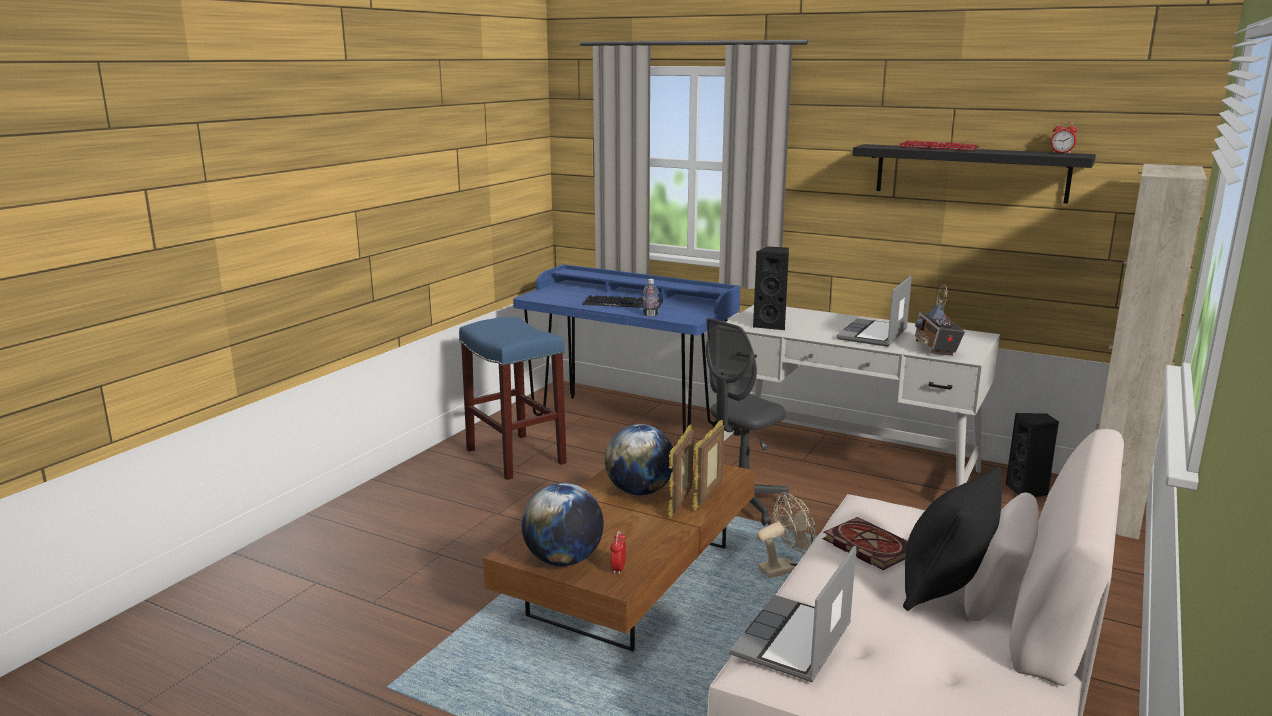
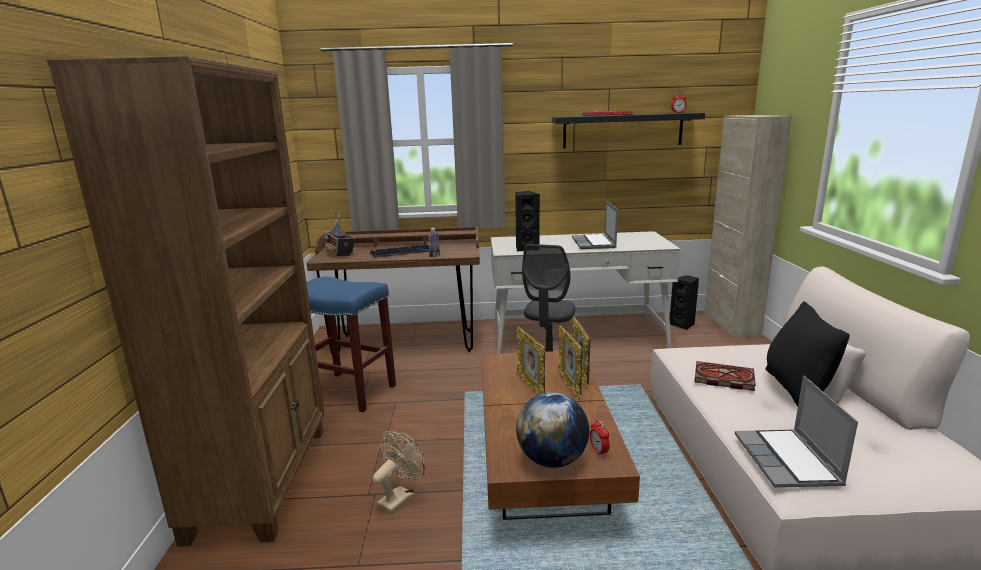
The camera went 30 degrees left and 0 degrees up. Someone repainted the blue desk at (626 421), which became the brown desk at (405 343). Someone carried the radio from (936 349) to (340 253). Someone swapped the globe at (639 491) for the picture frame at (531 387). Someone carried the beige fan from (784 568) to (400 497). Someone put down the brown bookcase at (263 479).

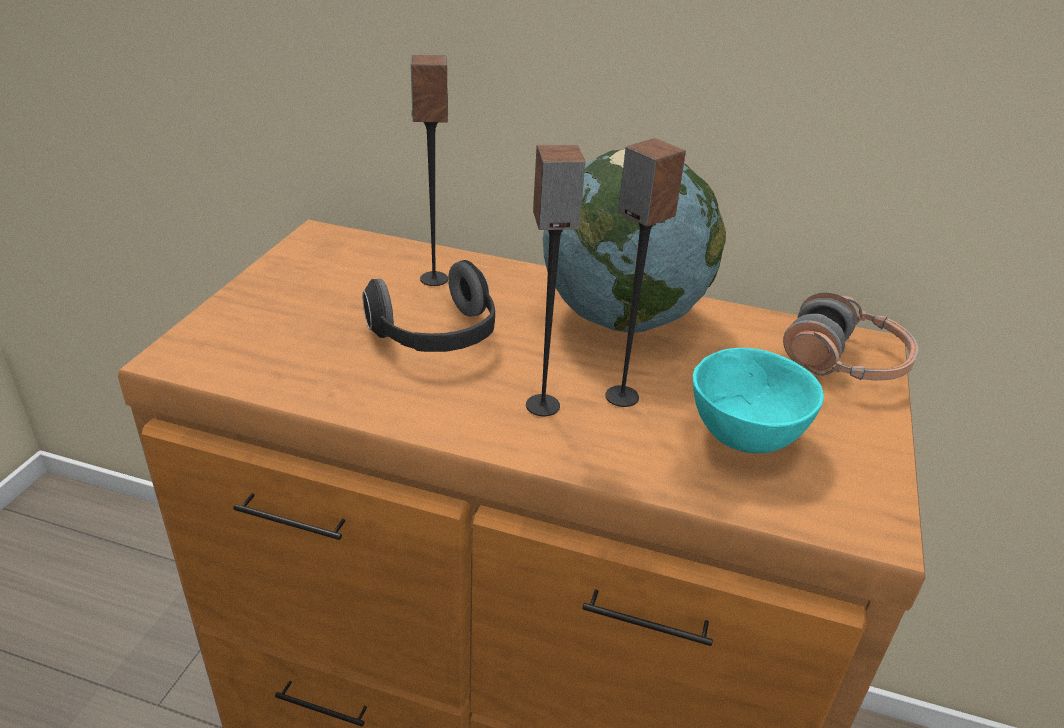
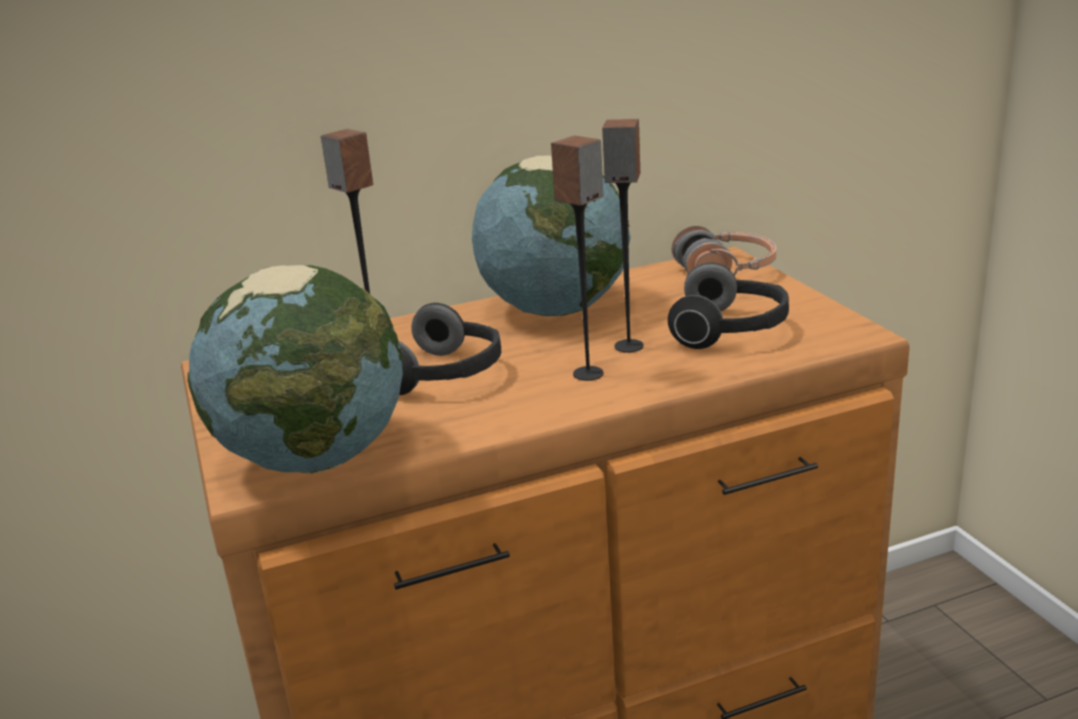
The camera went 35 degrees left and 10 degrees down. Someone swapped the turquoise bowl at (743 437) for the headphones at (731 331). Someone put down the globe at (315 458).

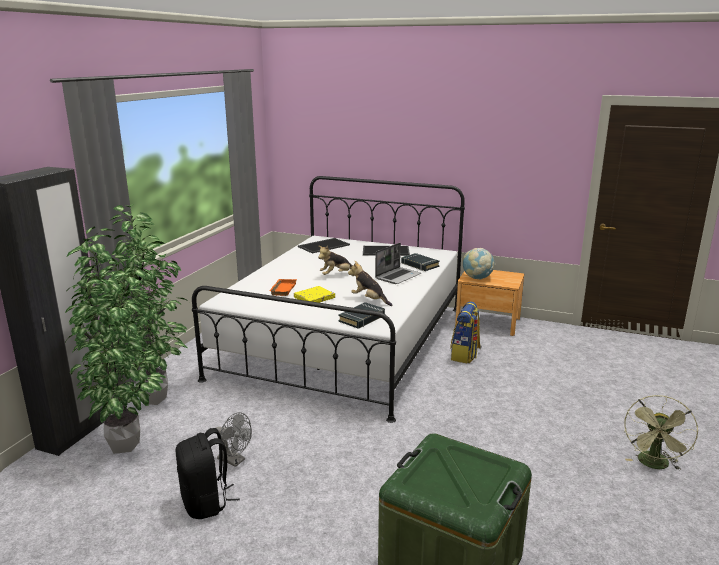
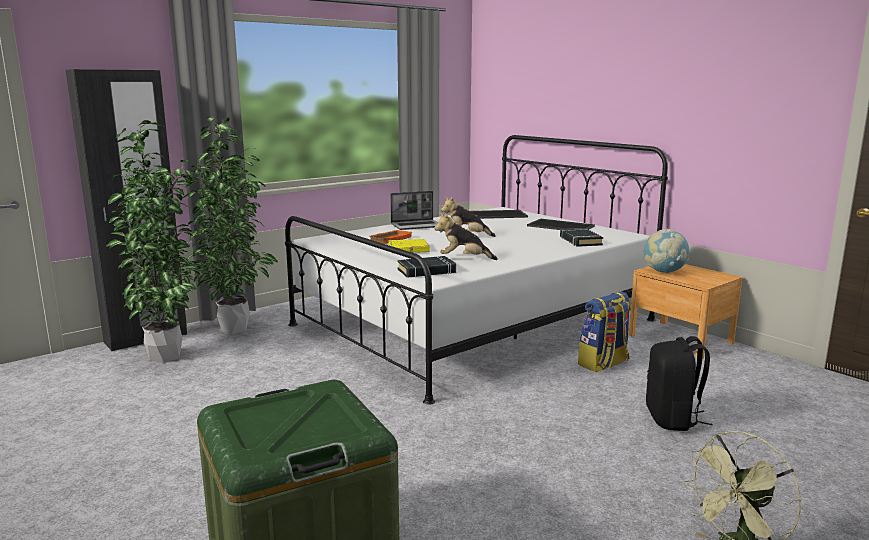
The camera went 30 degrees right and 5 degrees down. Someone carried the laptop from (398 276) to (417 226). Someone rotated the plush toy at (369 300) by 60 degrees counterclockwise. Someone took away the grey fan at (235 460). Someone carried the black backpack from (206 503) to (673 419).

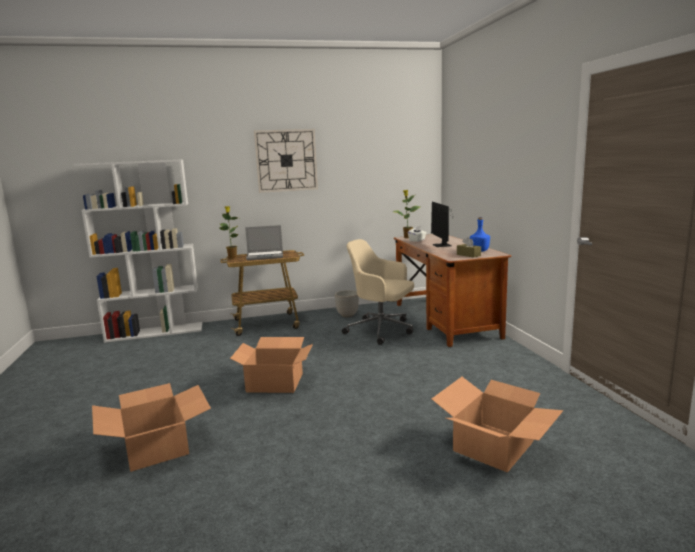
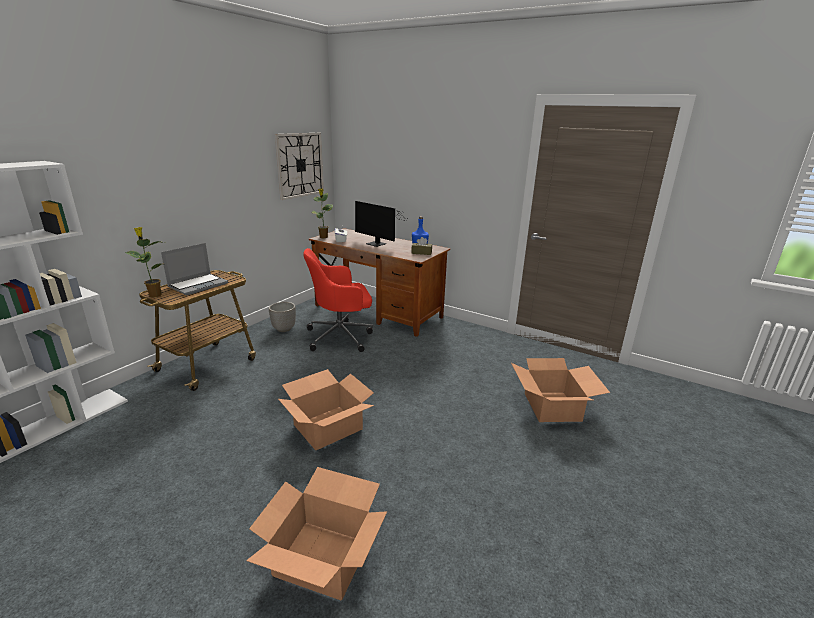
The camera went 45 degrees left and 10 degrees up. Someone carried the wall clock from (286 160) to (300 165). Someone repainted the beige office chair at (381 330), which became the red office chair at (341 336).

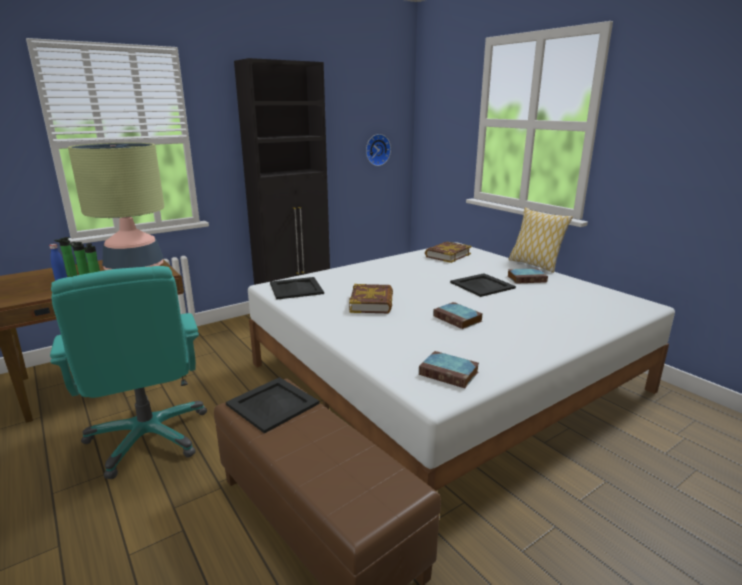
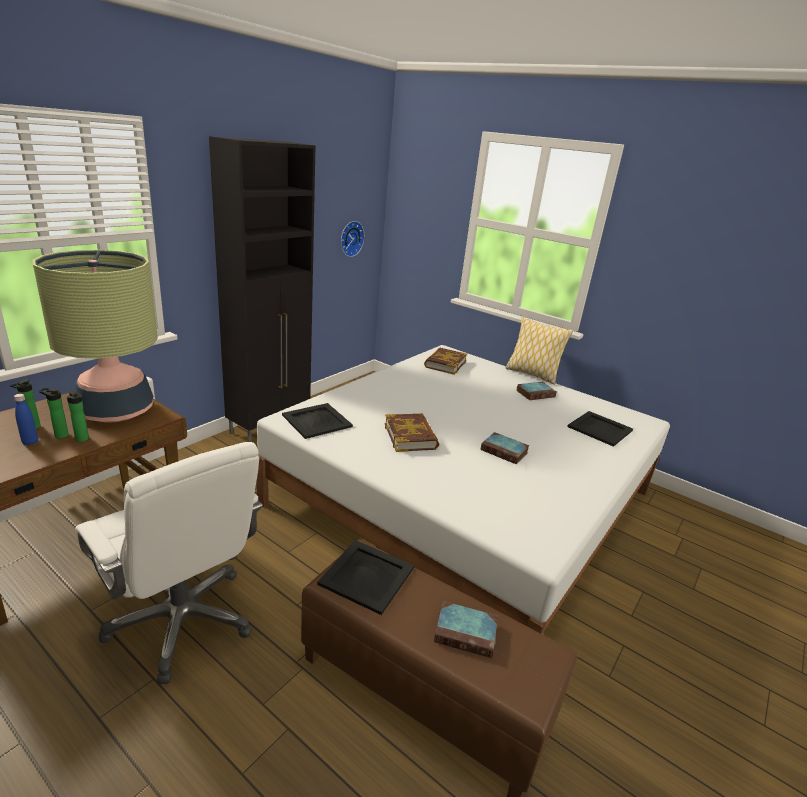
The camera went 20 degrees left and 5 degrees up. Someone repainted the turquoise office chair at (149 437), which became the white office chair at (183 620). Someone carried the black tray from (483 285) to (600 428). Someone carried the book from (450 373) to (467 633).

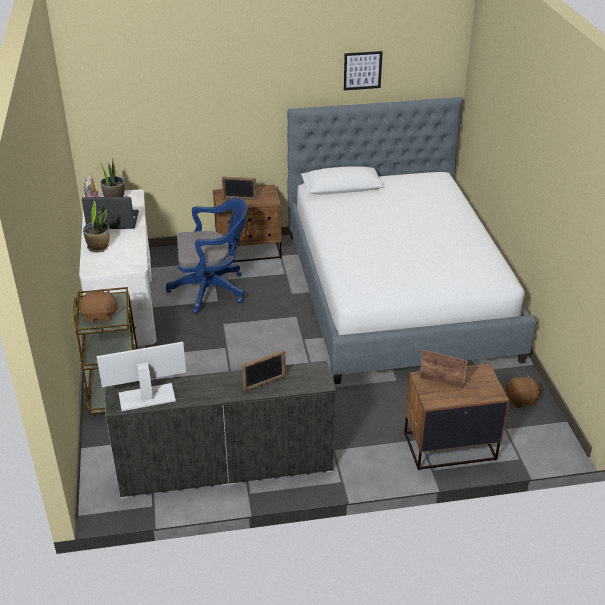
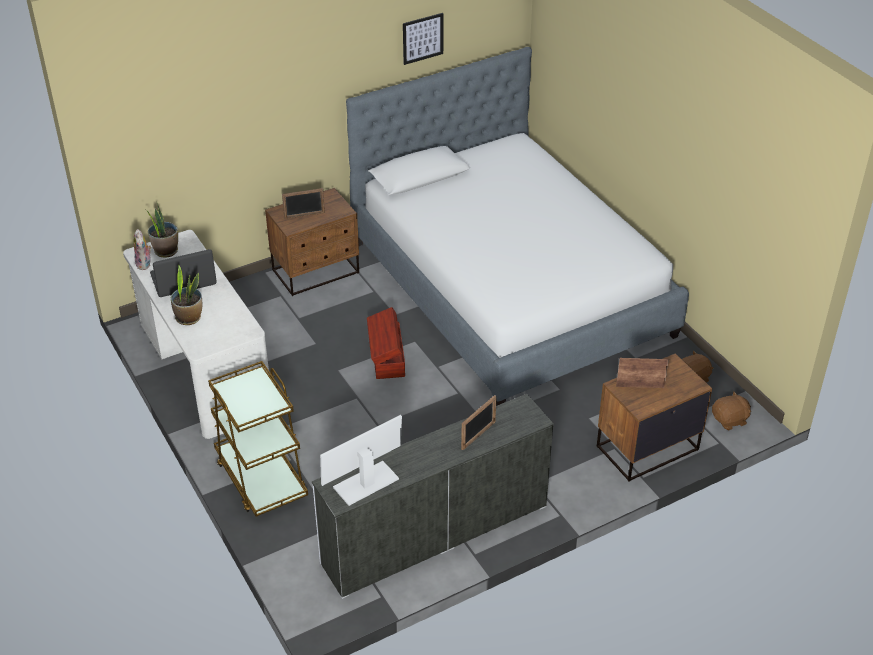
The camera went 20 degrees left and 5 degrees up. Someone took away the blue office chair at (212 290). Someone carried the brown plush toy from (100 316) to (730 420). Someone put down the brown storage box at (387 357).

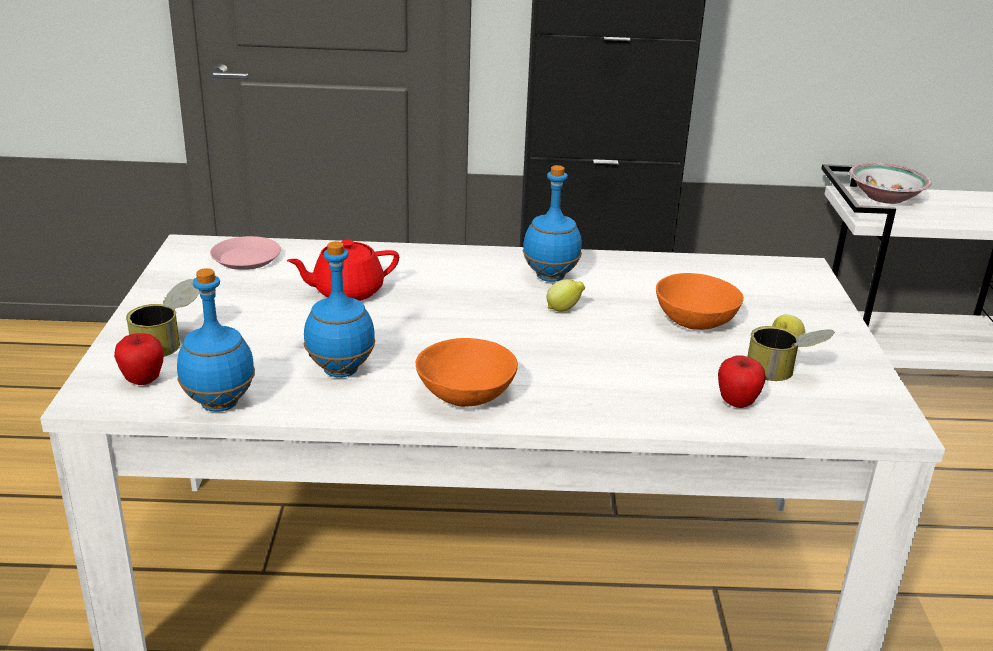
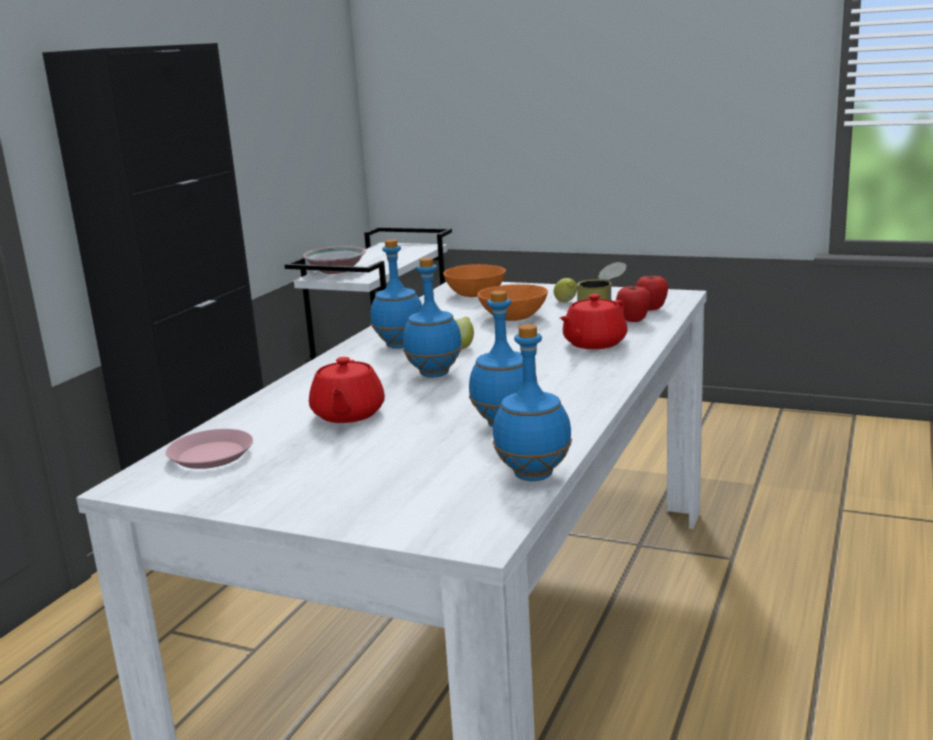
The camera went 65 degrees left and 10 degrees down. Someone took away the can at (169 342). Someone carried the apple from (143 381) to (651 309). Someone carried the orange bowl from (464 394) to (475 294). Someone put down the blue bottle at (435 374). Someone put down the red teapot at (593 343).

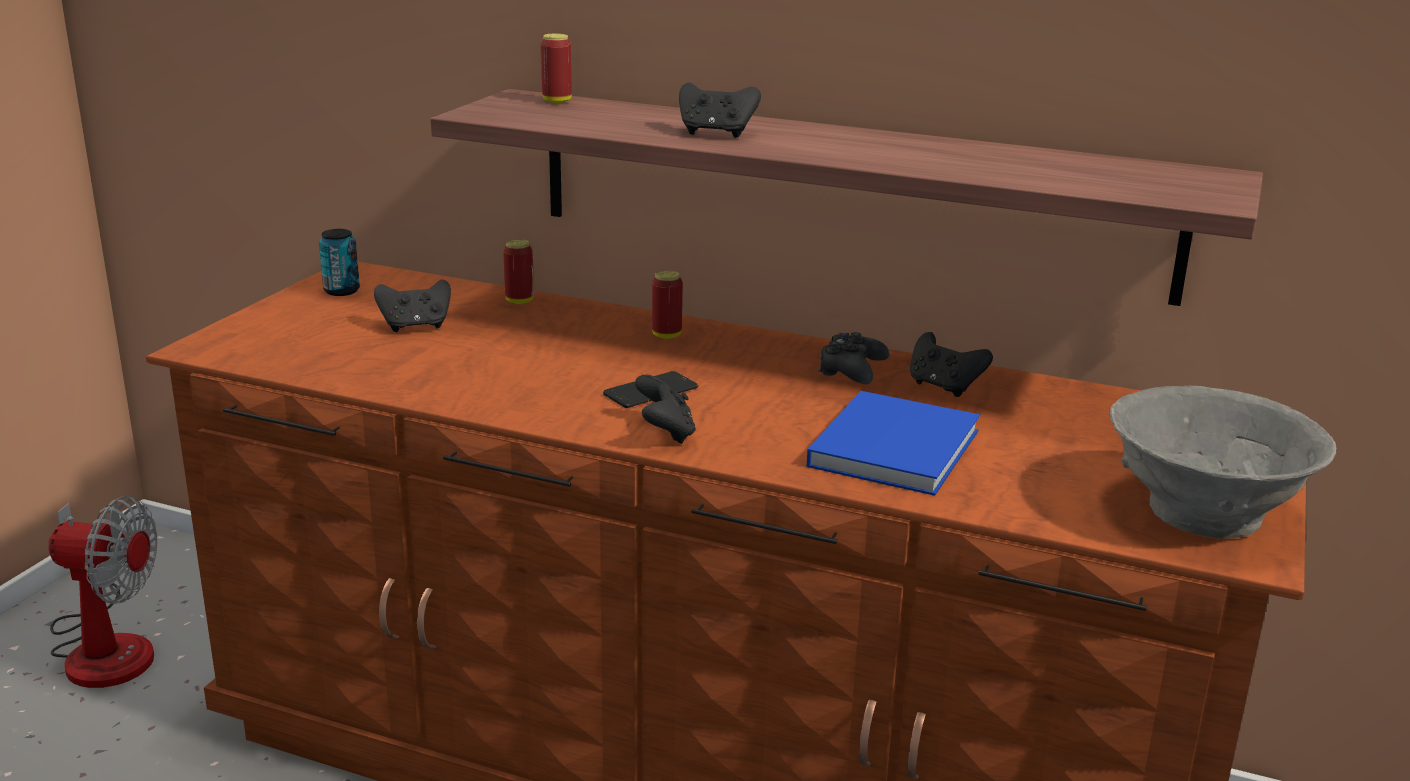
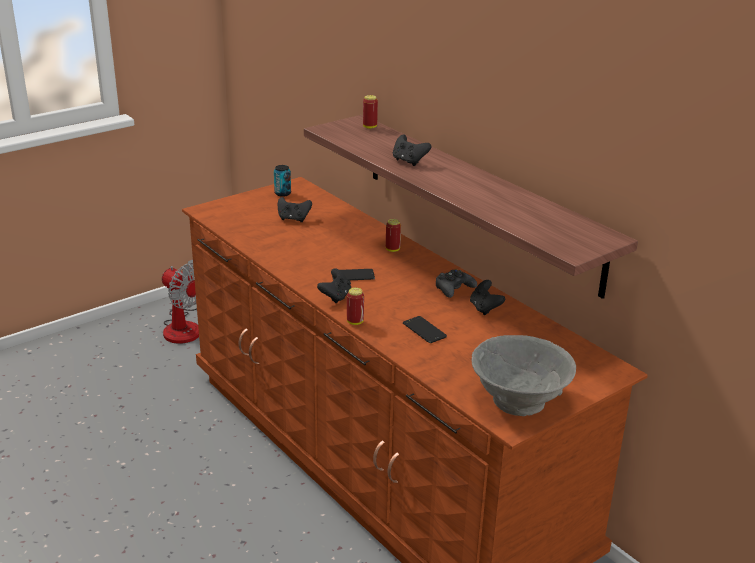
The camera went 30 degrees right and 5 degrees up. Someone carried the can from (519 301) to (355 322). Someone swapped the blue book at (896 446) for the phone at (424 330).

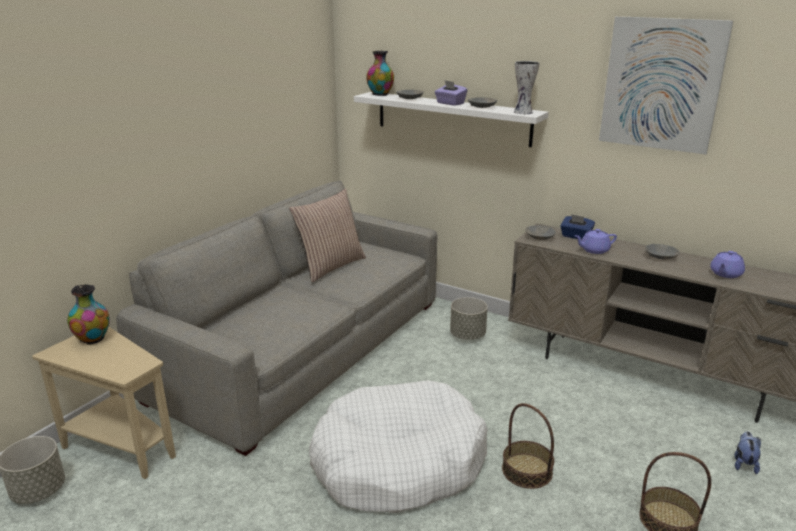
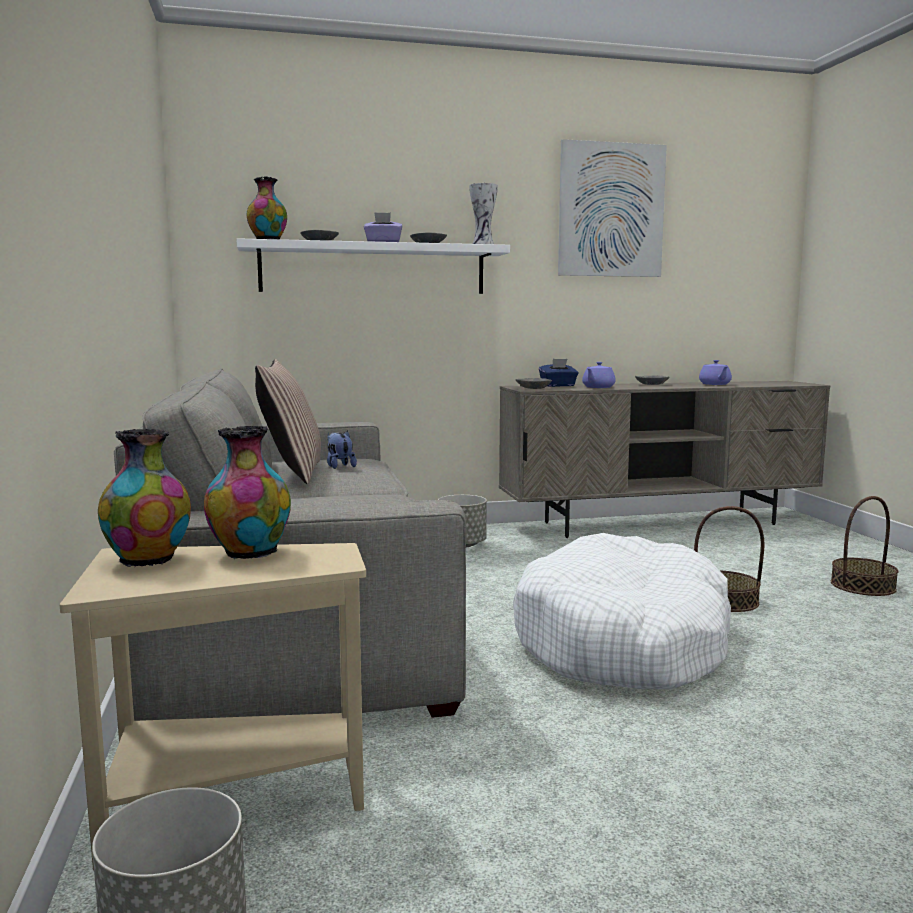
The camera went 45 degrees left and 15 degrees down. Someone carried the plush toy from (744 463) to (339 466). Someone put down the vase at (249 553).

